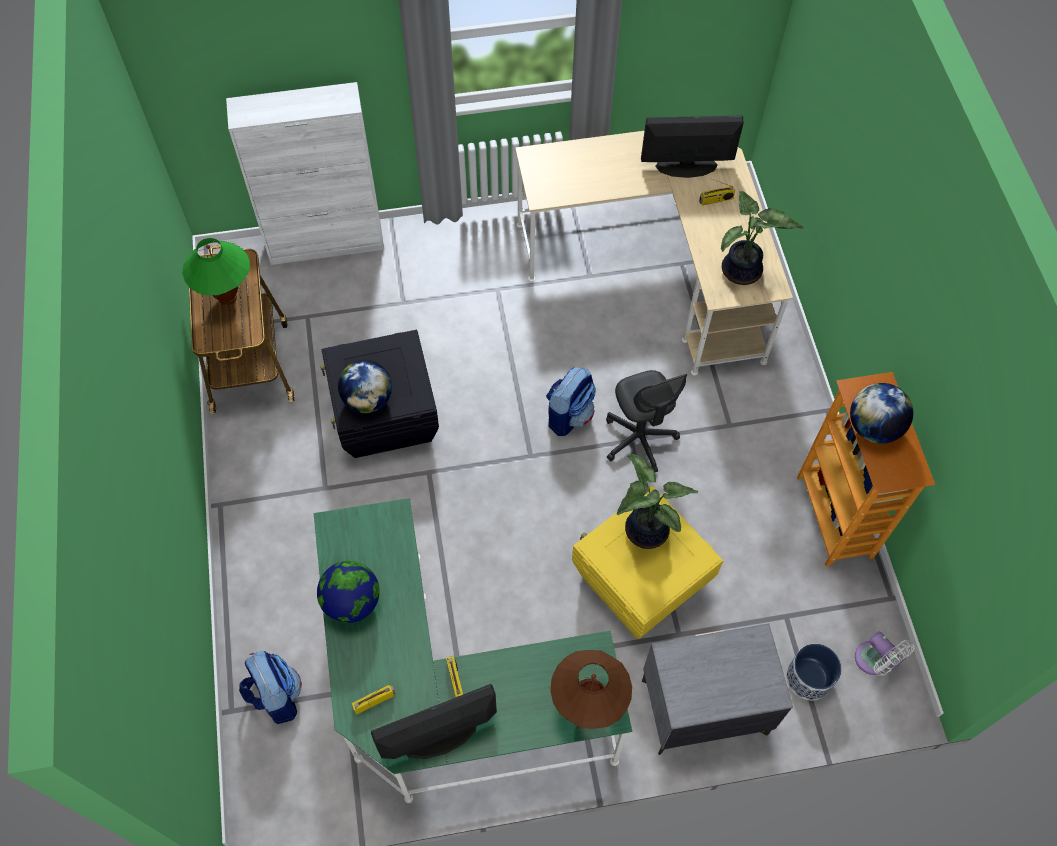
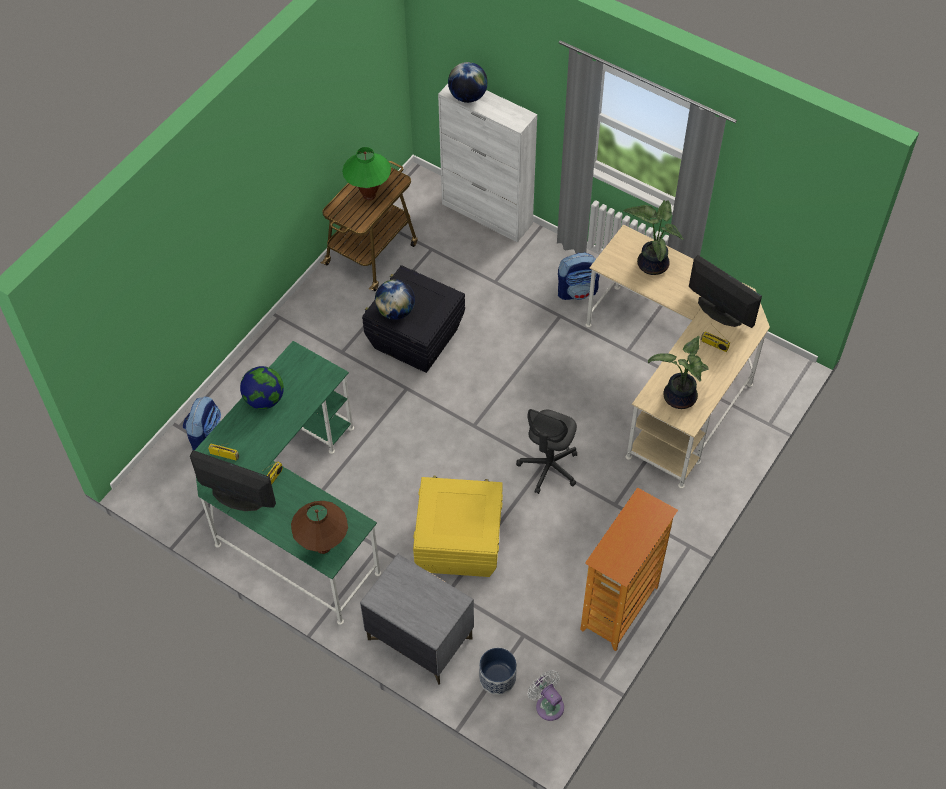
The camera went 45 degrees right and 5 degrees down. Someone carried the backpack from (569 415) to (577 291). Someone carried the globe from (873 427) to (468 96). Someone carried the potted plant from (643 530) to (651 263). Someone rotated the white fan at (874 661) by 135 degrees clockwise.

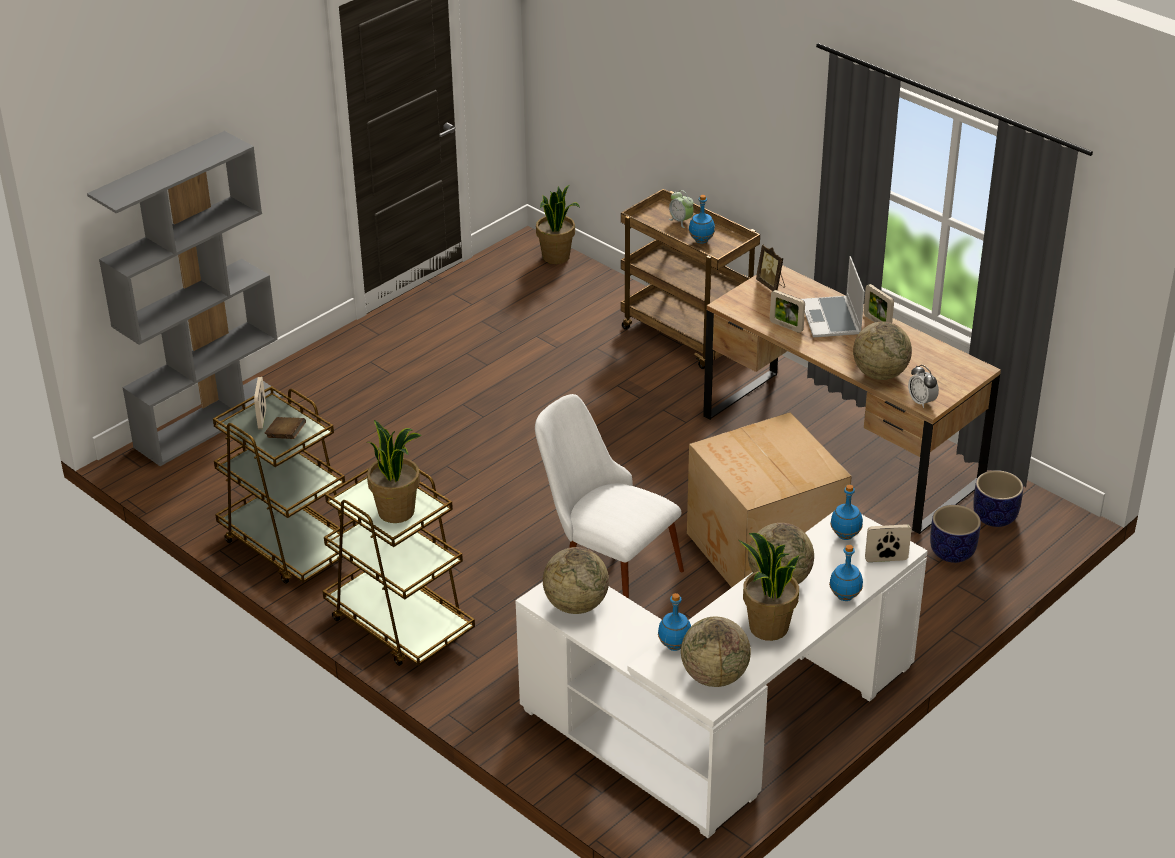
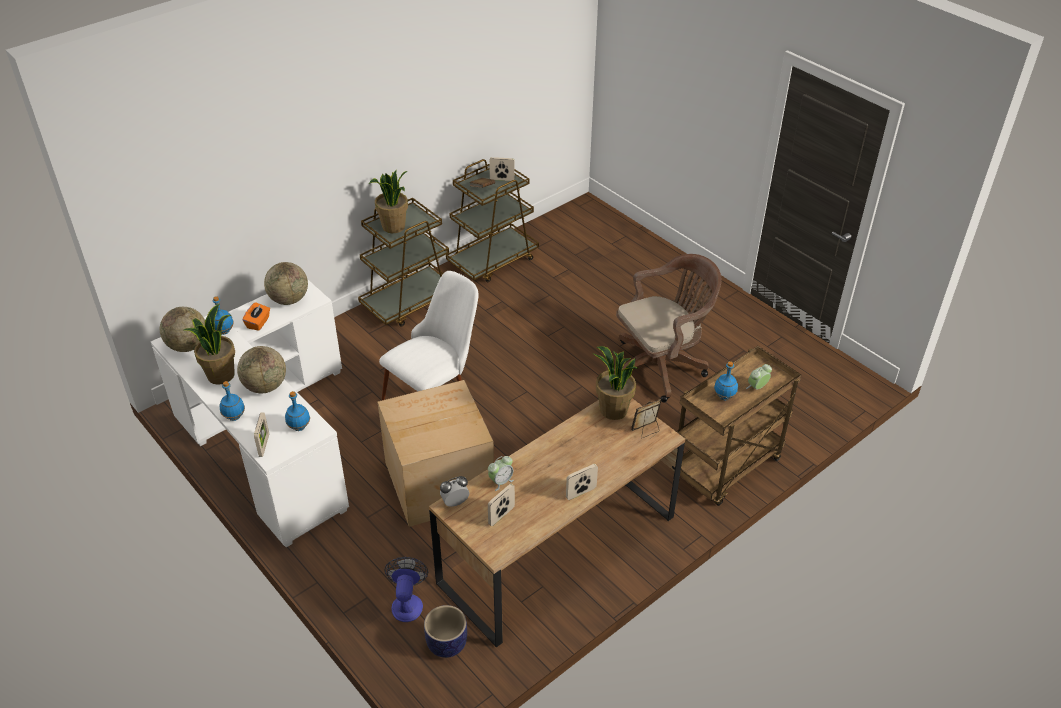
The camera went 95 degrees right and 5 degrees up. Someone took away the grey bookcase at (210 421). Someone carried the potted plant from (556 257) to (613 410). Someone took away the laptop at (832 319). Someone carried the picture frame from (786 326) to (501 516). Someone swapped the globe at (880 374) for the alarm clock at (501 481). Someone swapped the planter at (952 552) for the fan at (407 602). Someone put down the brown office chair at (661 366). Someone put down the orange tissue box at (258 323).

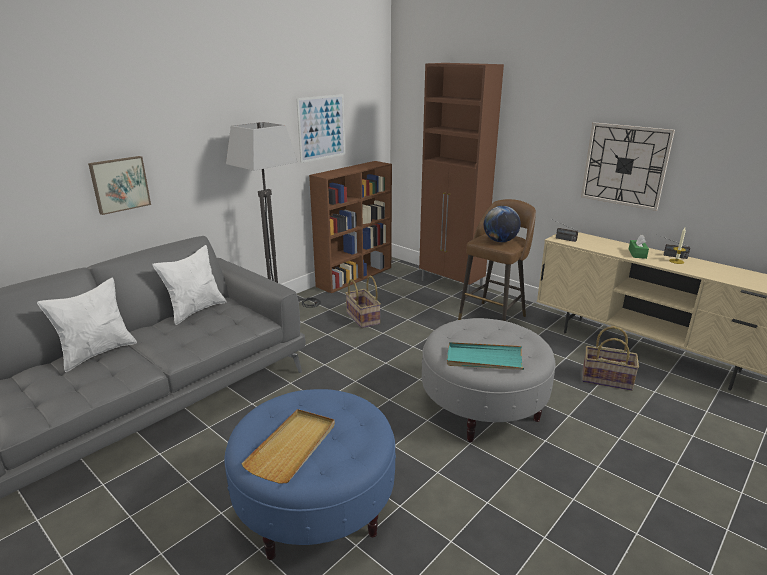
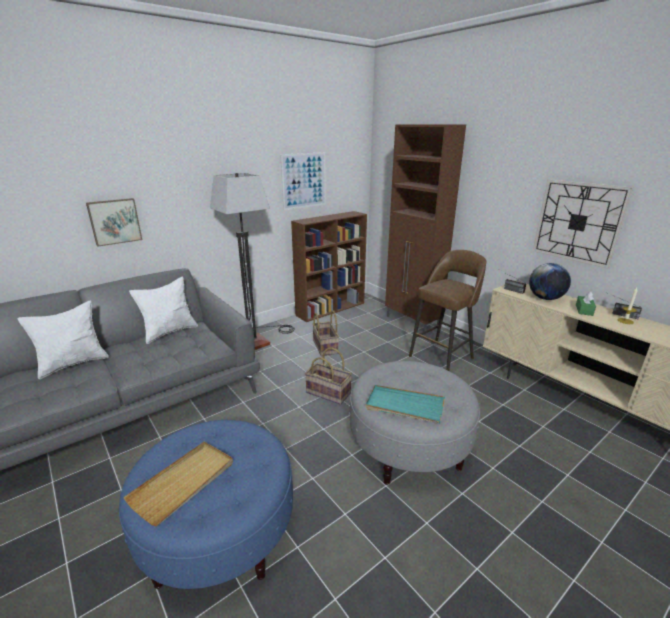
The camera went 10 degrees right and 0 degrees up. Someone carried the globe from (500 241) to (545 298). Someone carried the basket from (607 379) to (329 392).

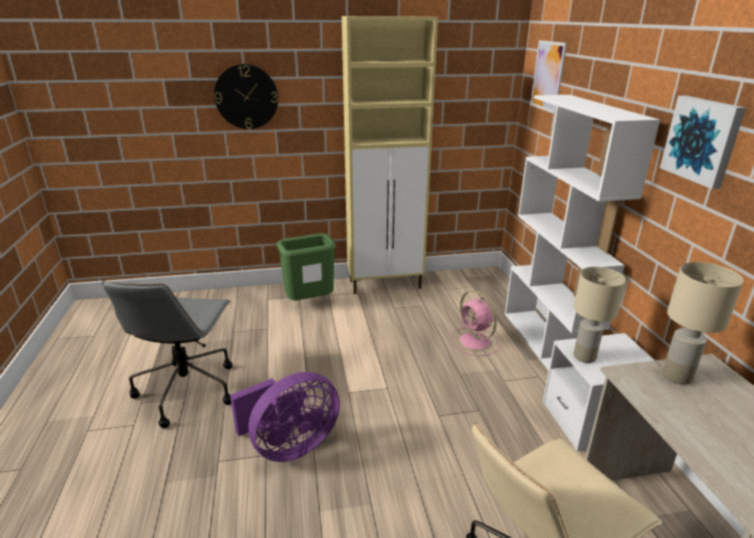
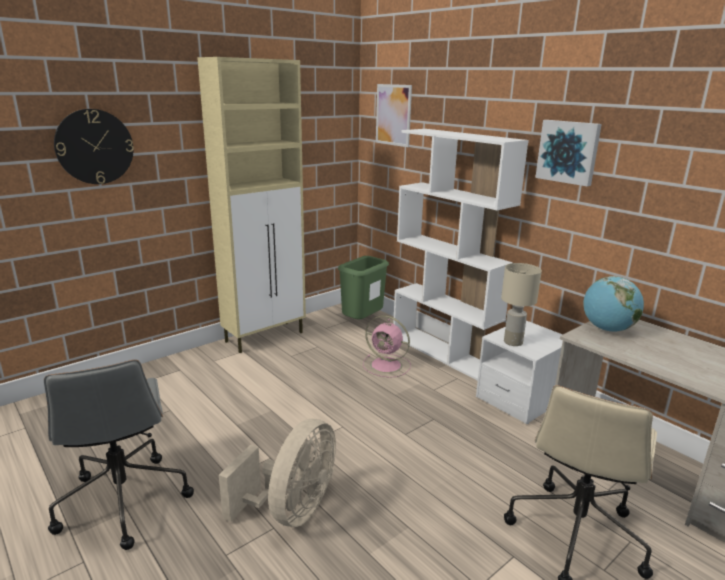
The camera went 30 degrees left and 5 degrees down. Someone carried the green trash can from (310 303) to (362 322). Someone swapped the beige table lamp at (676 376) for the globe at (607 329). Someone repainted the purple fan at (289 446), which became the beige fan at (291 510).

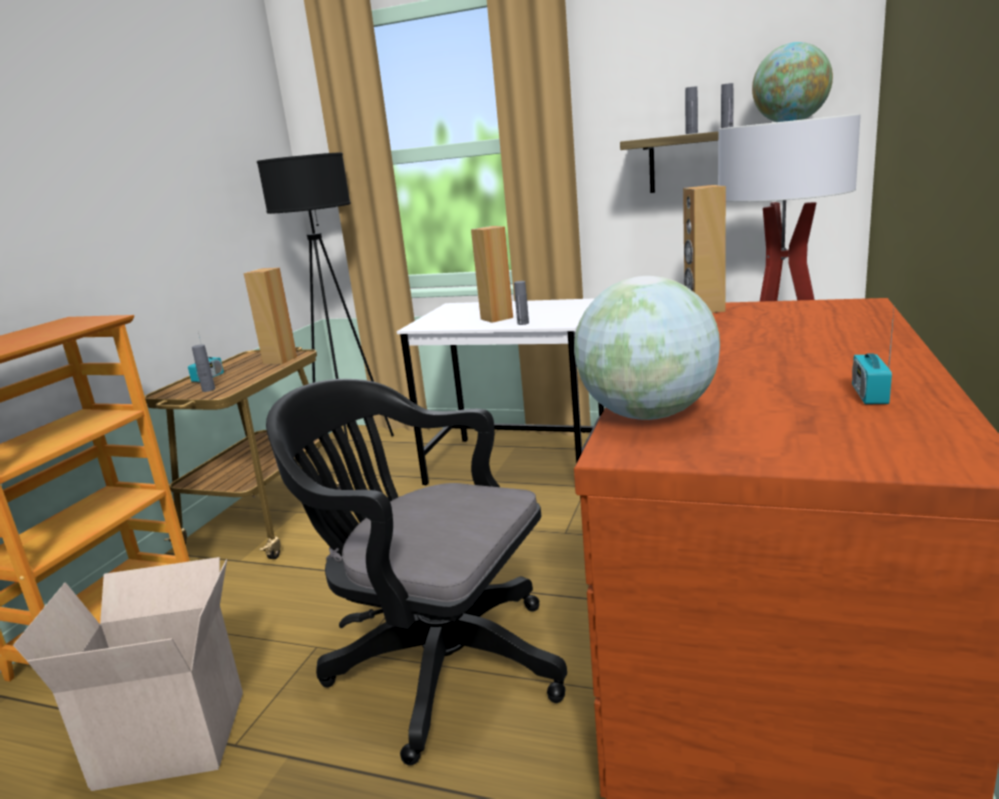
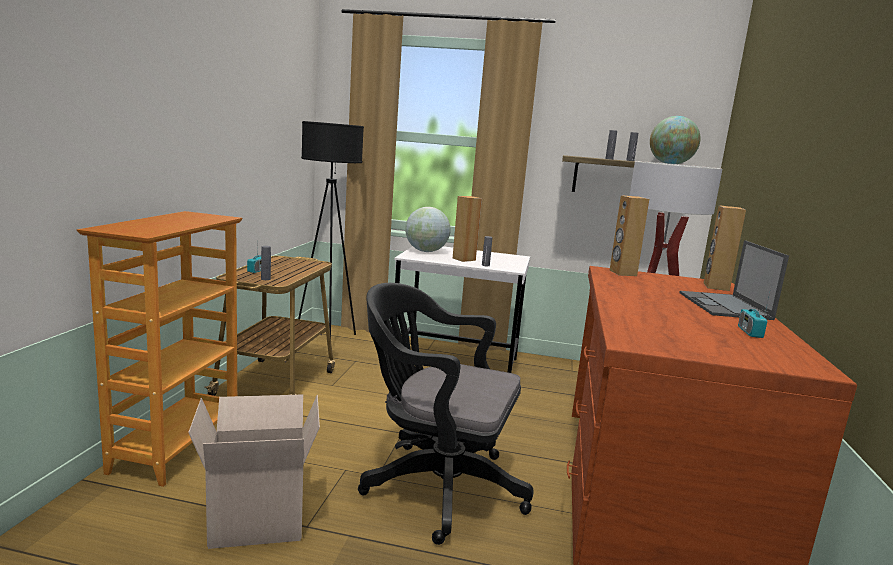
The camera went 10 degrees left and 5 degrees down. Someone carried the brown speaker from (279 360) to (715 287). Someone carried the globe from (648 415) to (426 251). Someone put down the laptop at (725 306).

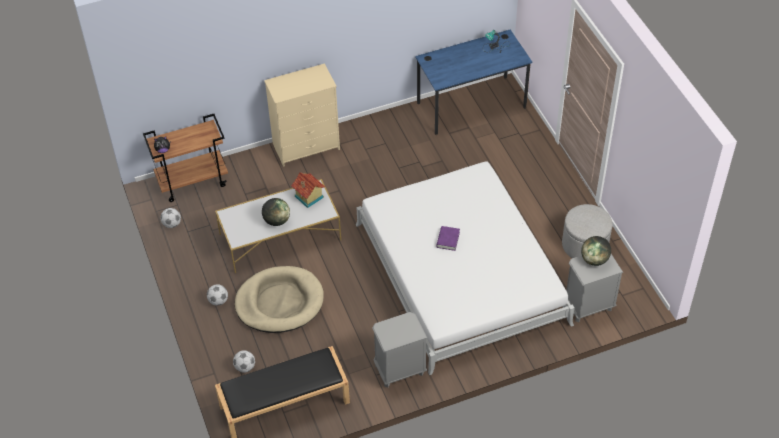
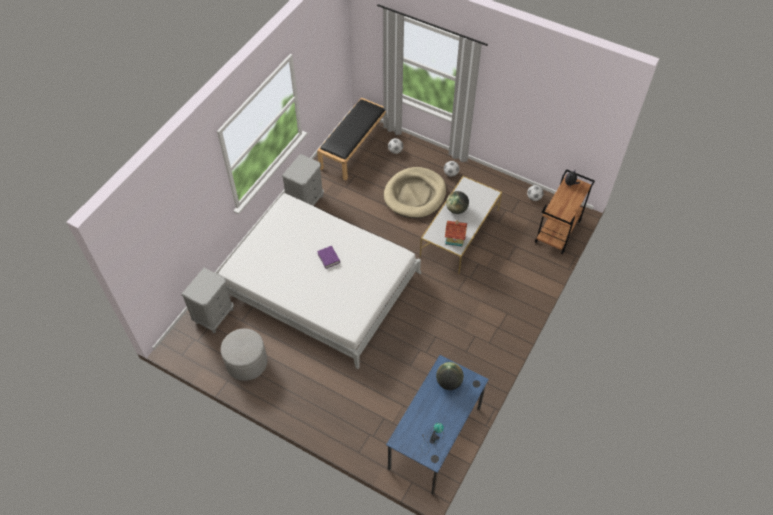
The camera went 140 degrees right and 5 degrees up. Someone took away the beige dresser at (307 146). Someone carried the globe from (594 260) to (449 382).

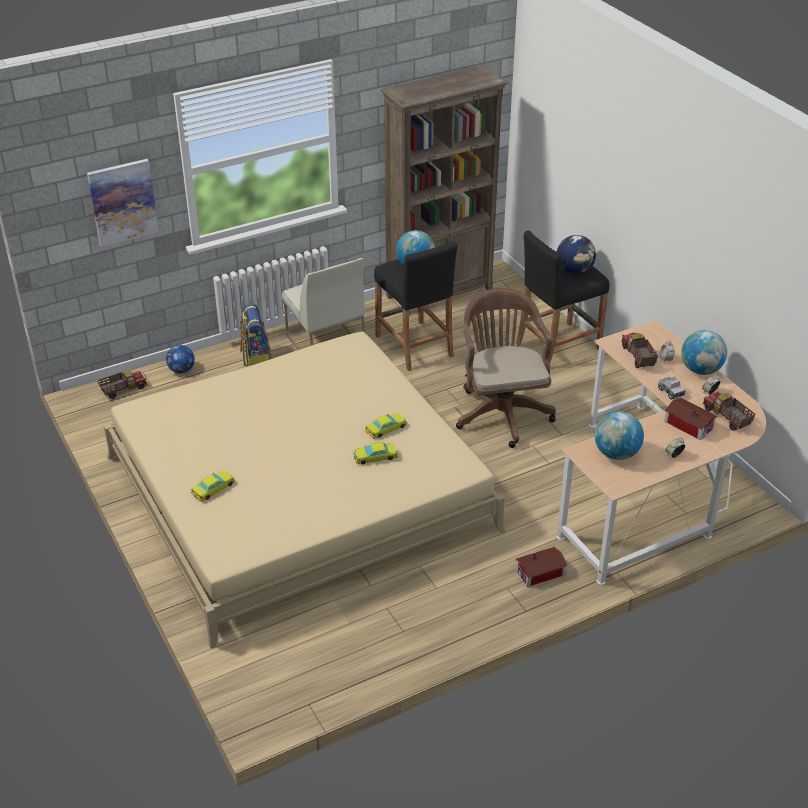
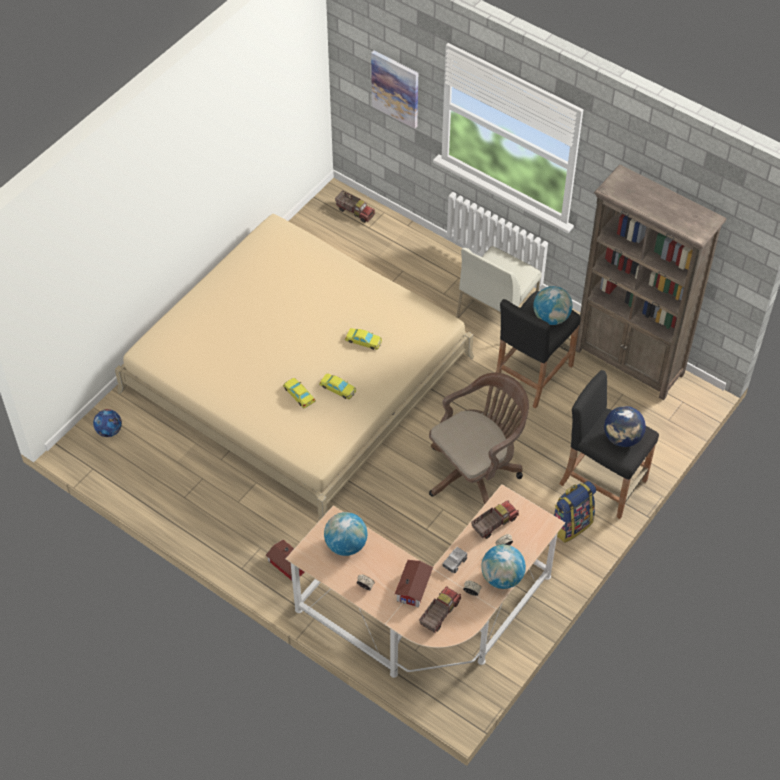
The camera went 65 degrees right and 15 degrees up. Someone carried the backpack from (256 360) to (571 524). Someone carried the football from (181 370) to (109 431). Someone carried the yellow toy car from (213 488) to (363 340).

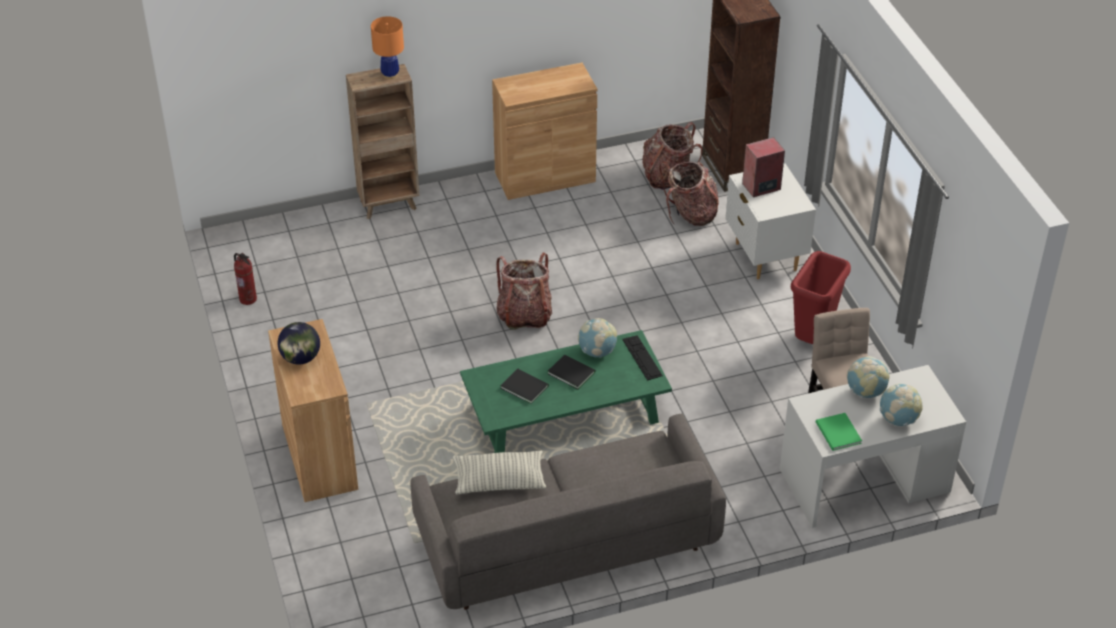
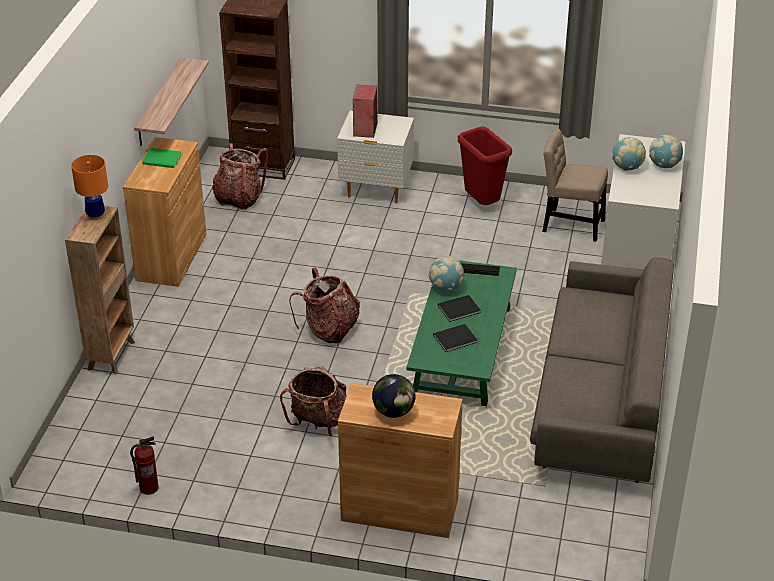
The camera went 60 degrees left and 5 degrees down. Someone carried the backpack from (690 214) to (318 422). Someone carried the green book from (837 434) to (163 160). Someone took away the pillow at (499 481). Someone put up the shelf at (159 103).

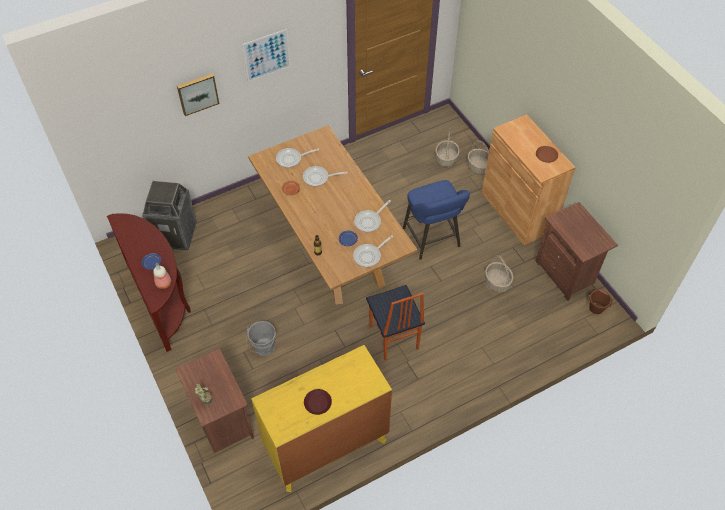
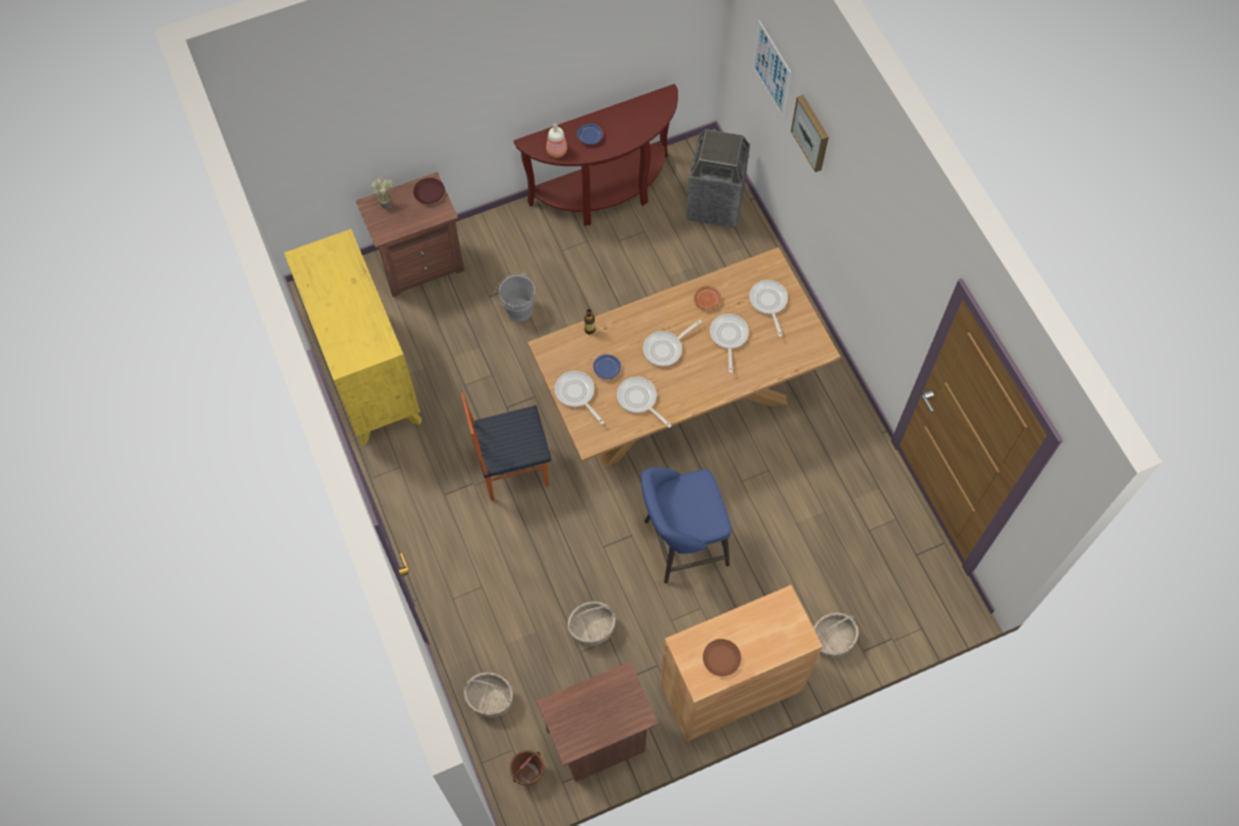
The camera went 95 degrees right and 10 degrees up. Someone carried the picture from (267 55) to (771 69). Someone carried the basket from (446 159) to (489 699). Someone carried the brown plate from (318 403) to (430 193). Someone put down the frying pan at (666 348).

